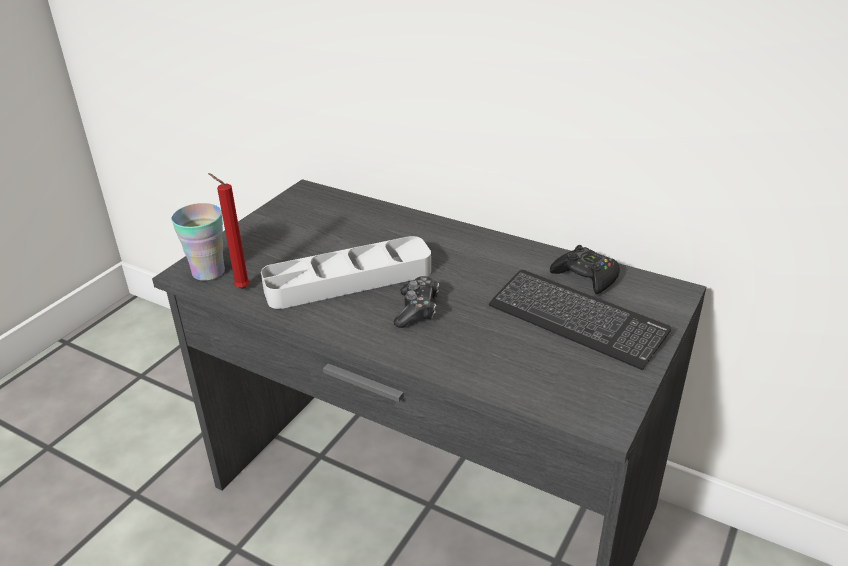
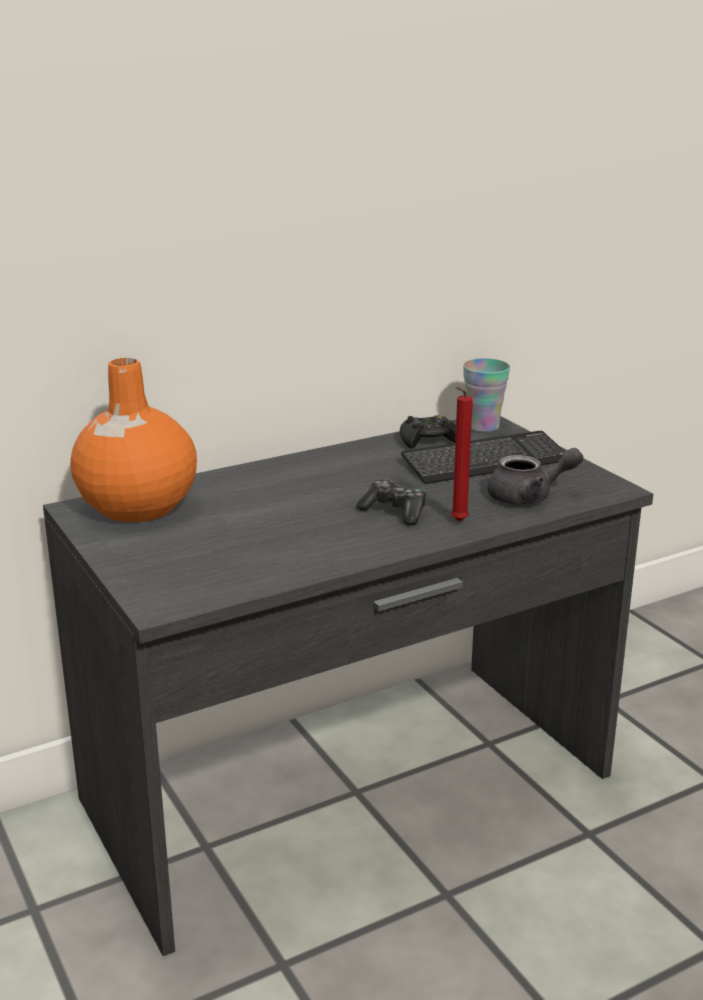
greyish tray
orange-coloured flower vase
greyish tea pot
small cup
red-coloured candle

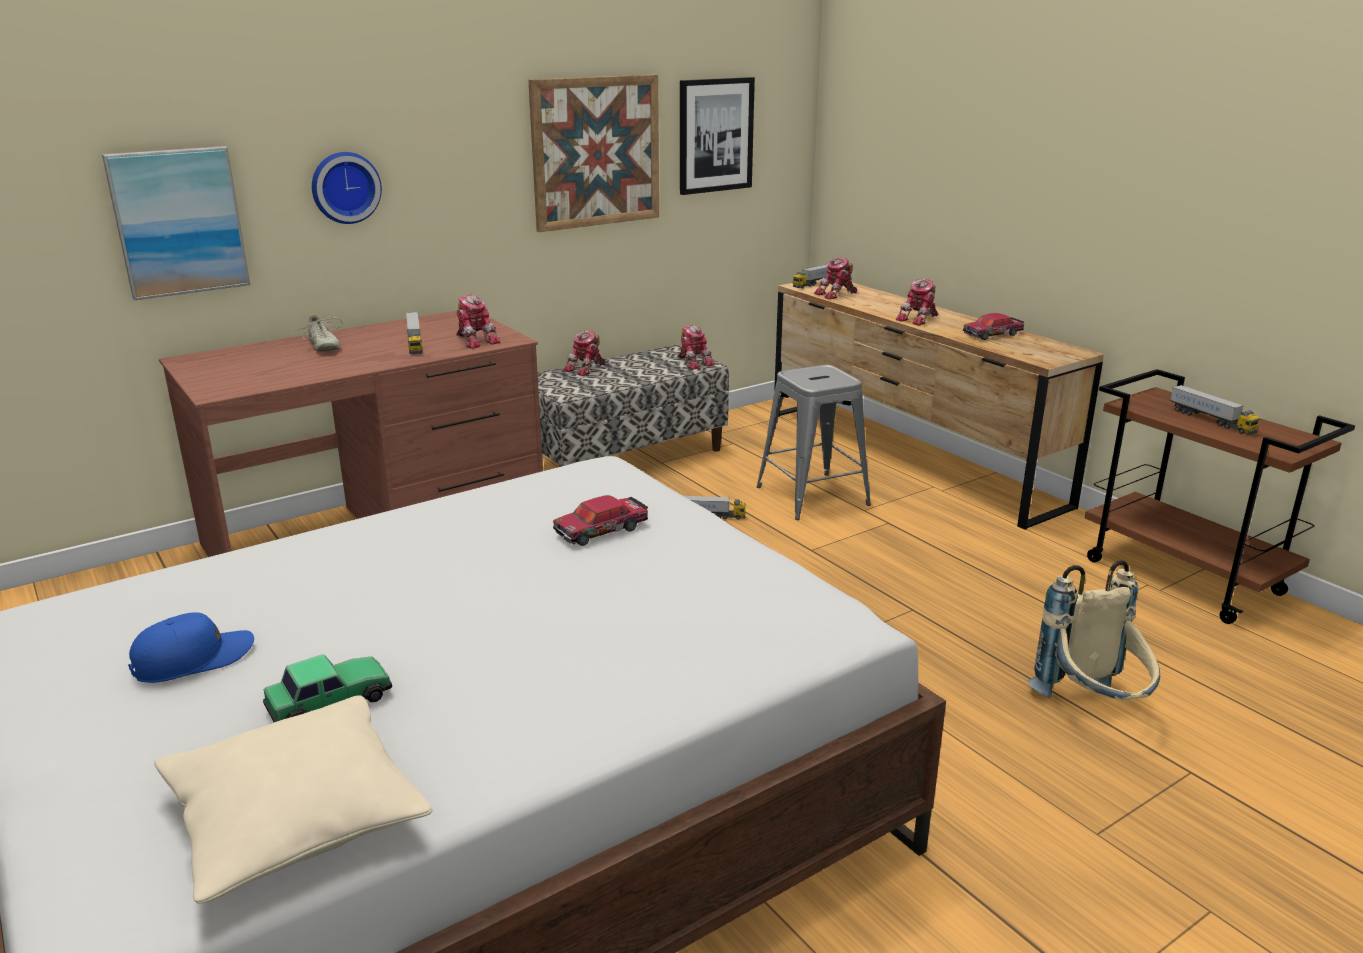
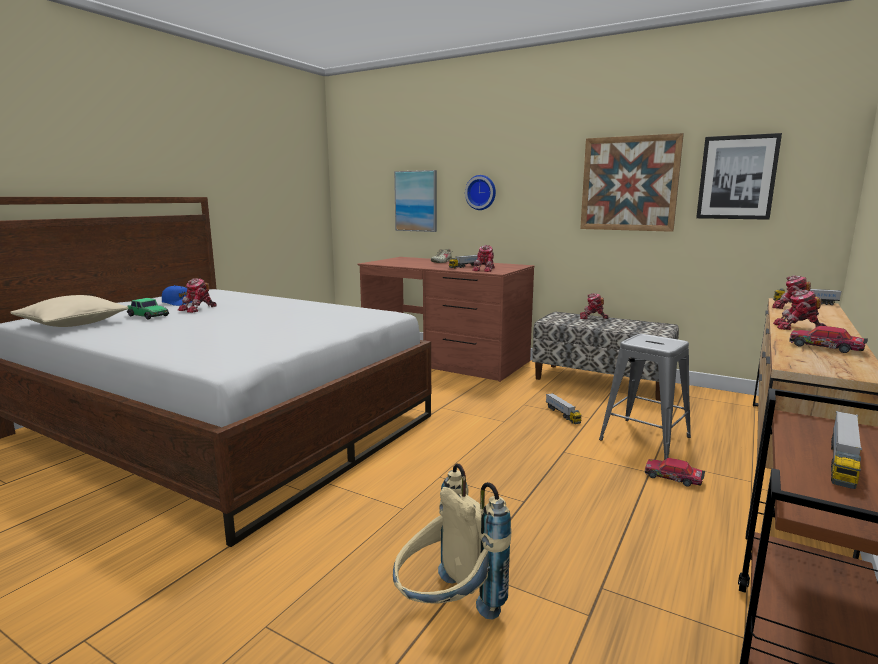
toy car (2nd from left)
robot figure (1st from left)

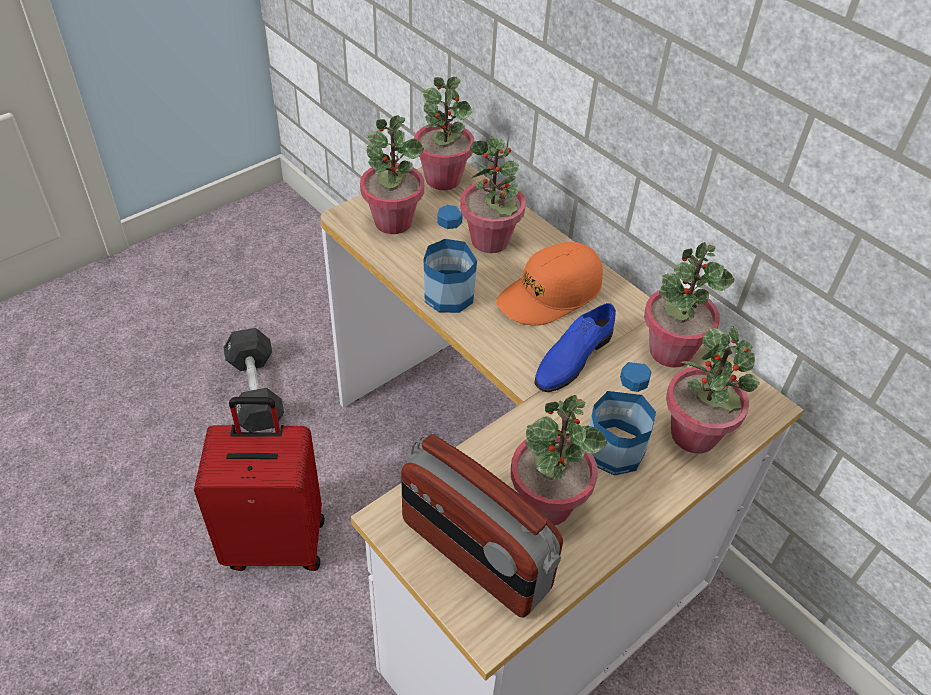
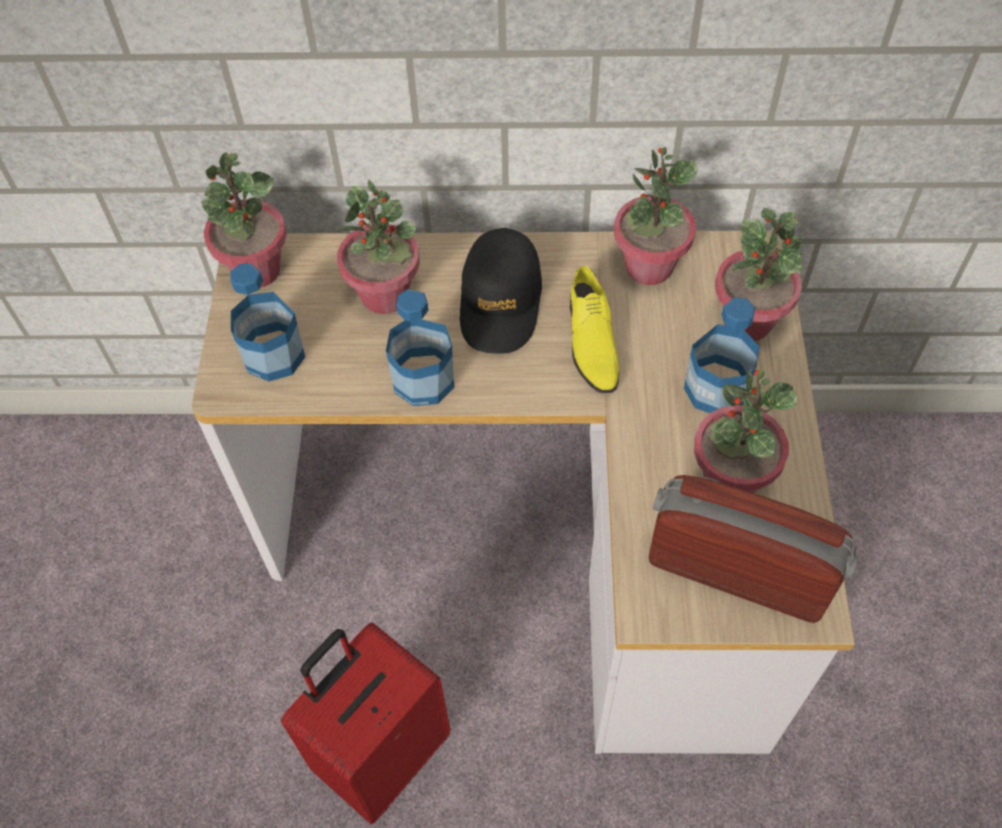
blackish hand weight
bottle (1st from left)
blackish peaked cap
yellow-coloured low shoe
radio set

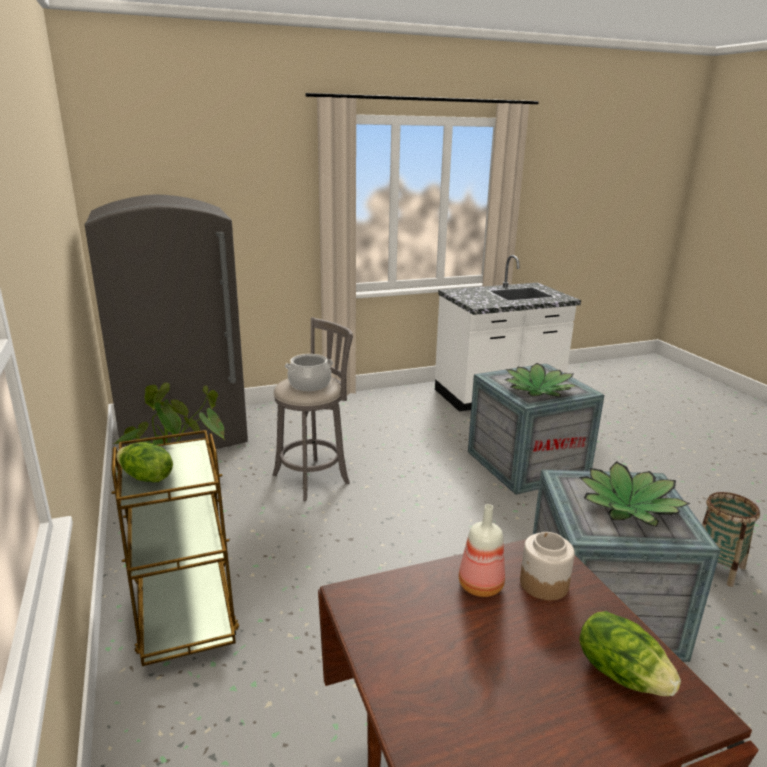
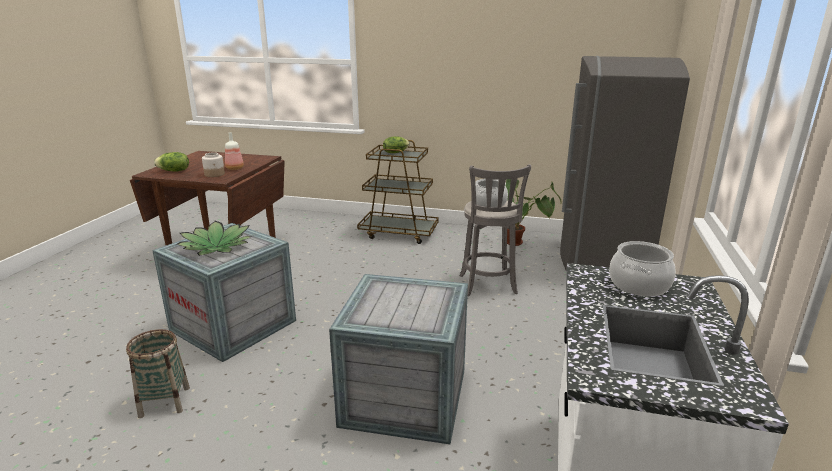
plant in a pot (2nd from left in the first image)
cooking pot (2nd from left)

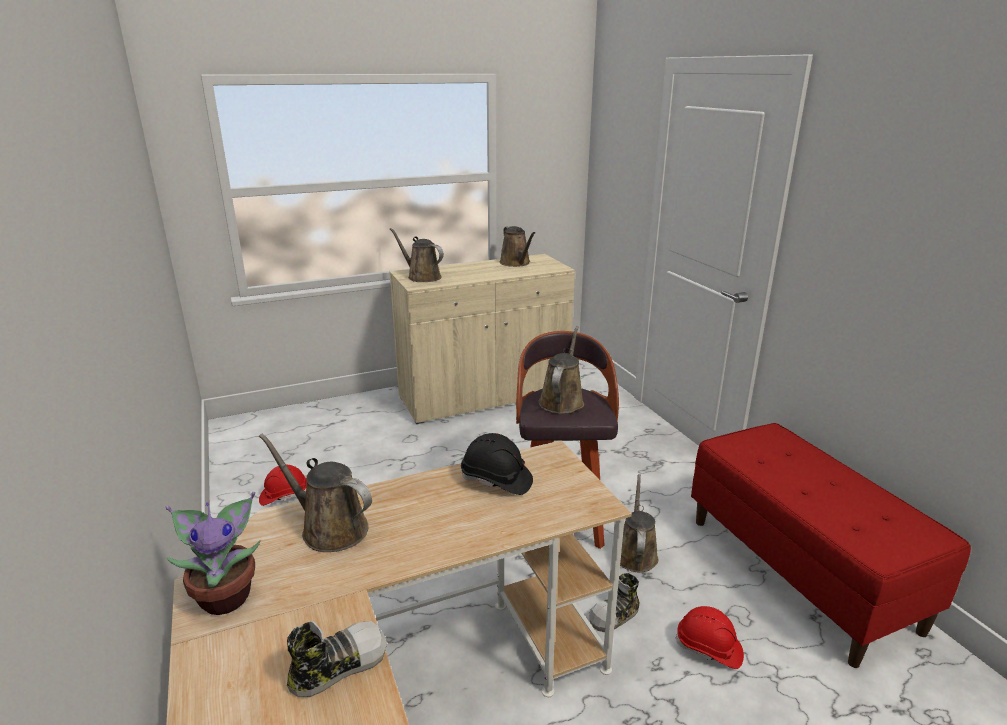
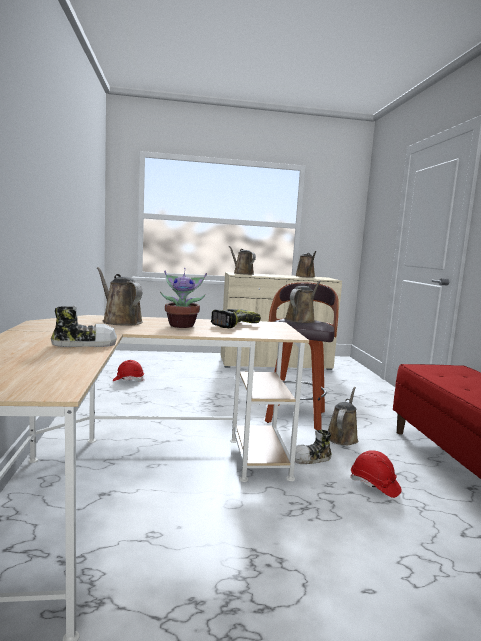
plant in a pot
power drill

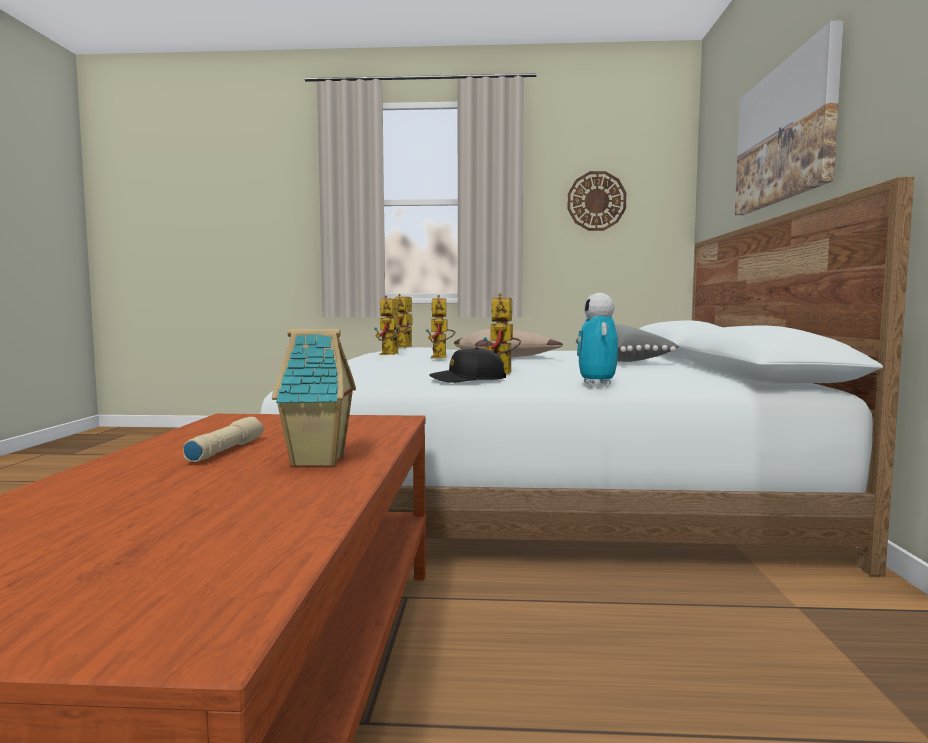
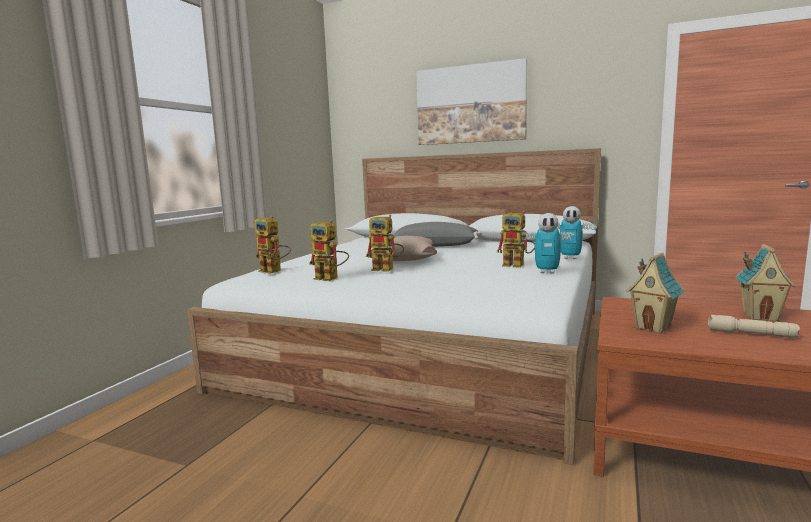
wall clock
miniature house (1st from left)
robot figure (5th from left)

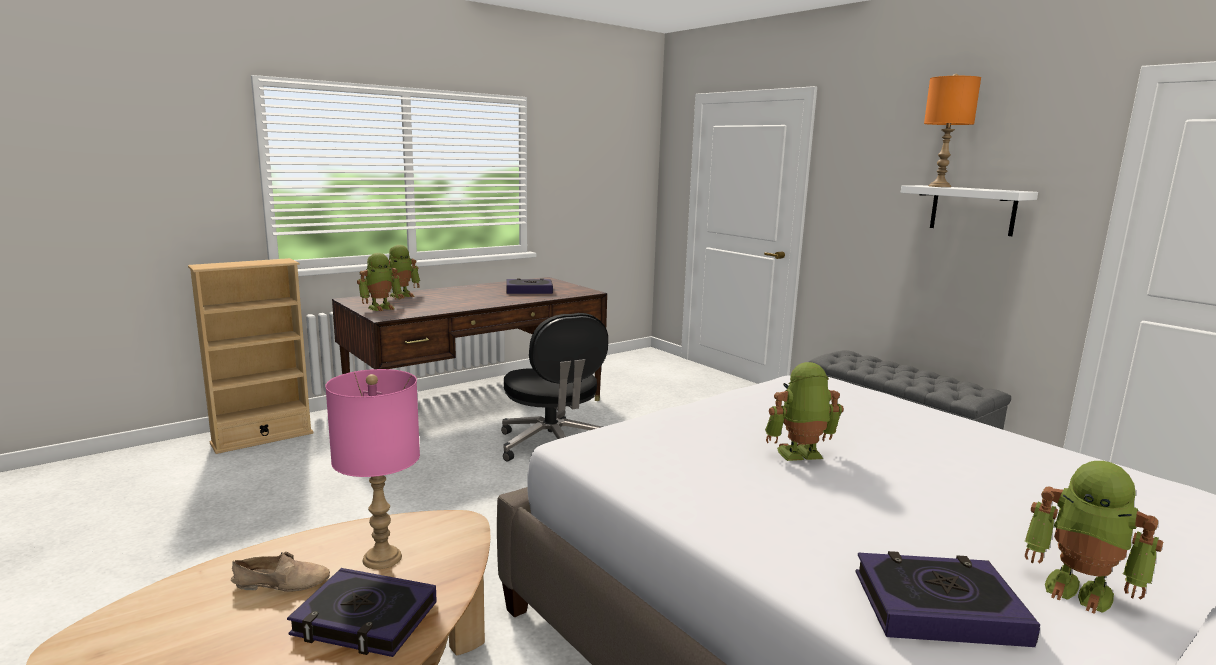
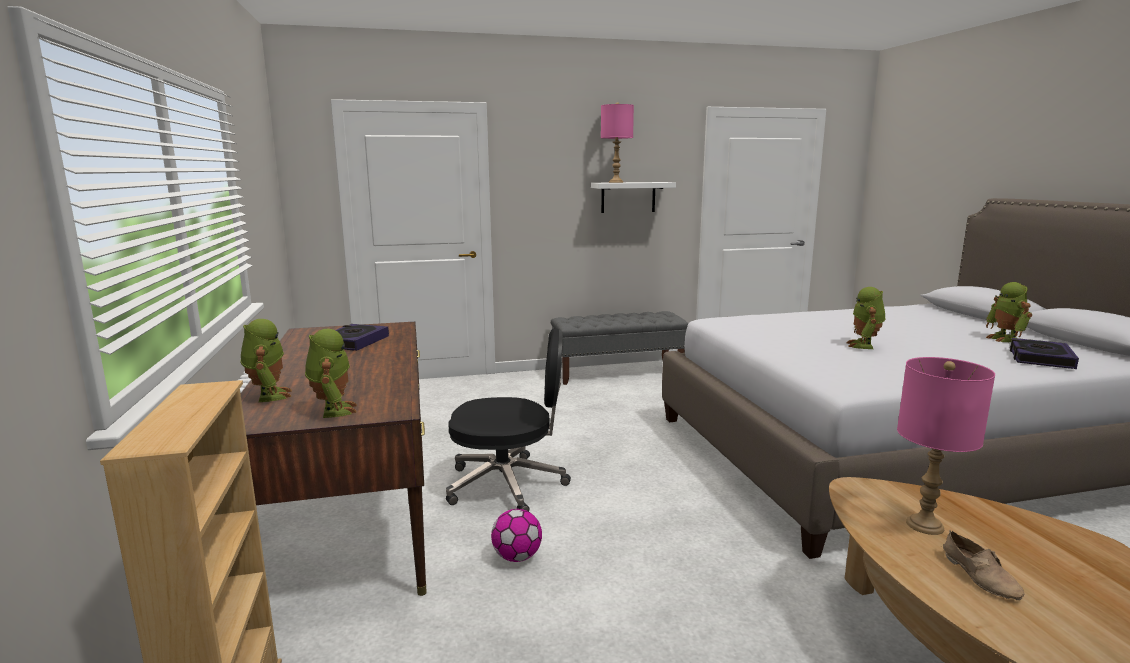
volume (1st from left in the first image)
football
pinkish table lamp (1st from left)
beige low shoe
robot figure (4th from left)

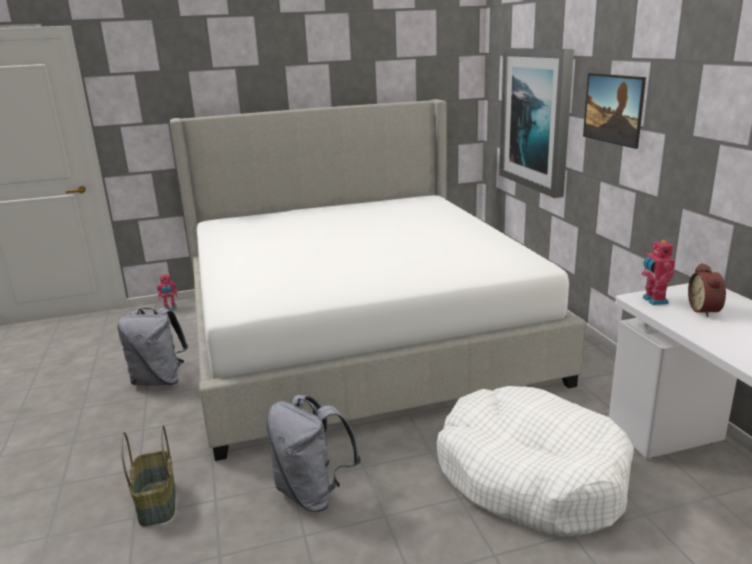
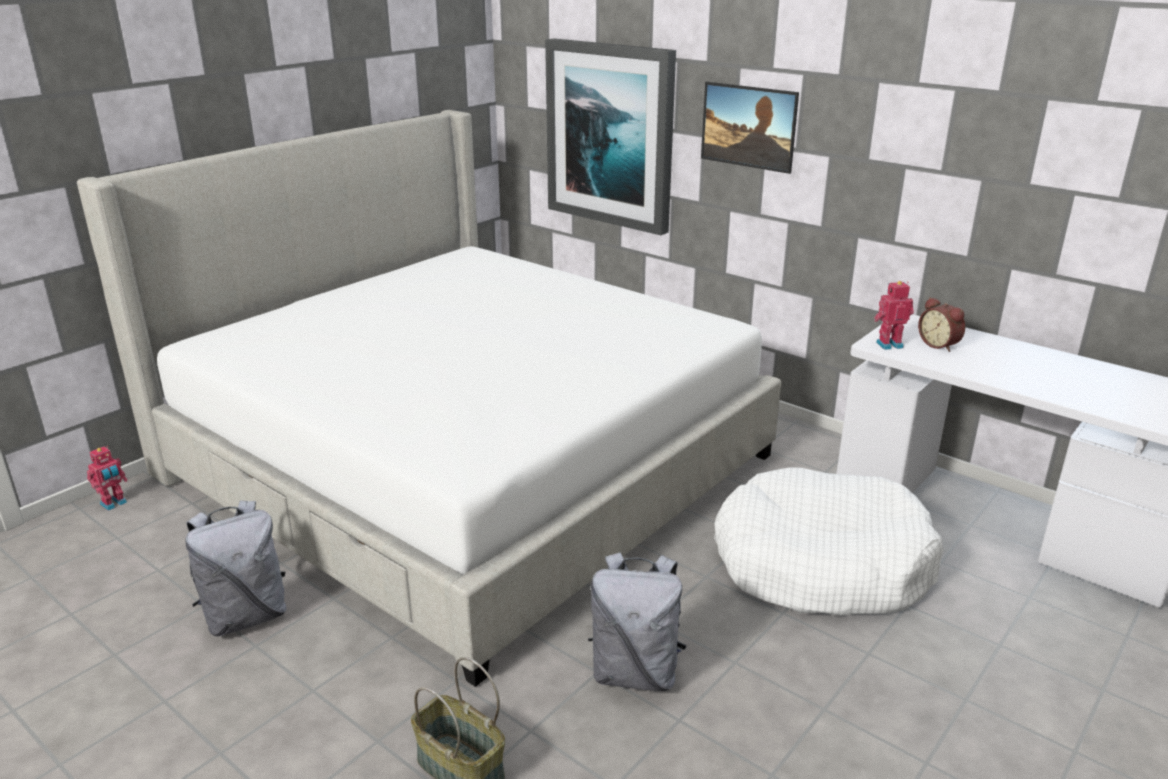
robot figure (2nd from left)

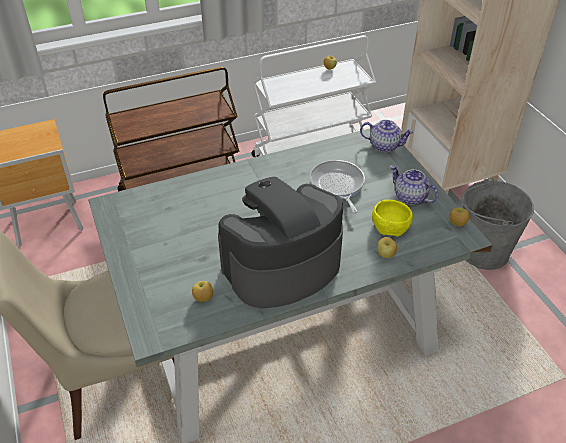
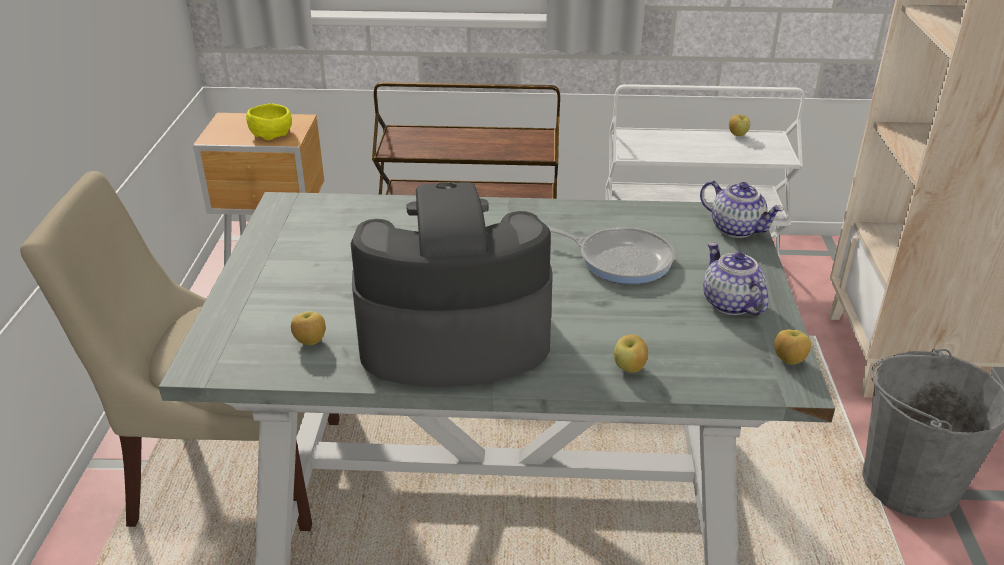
yellow-coloured deep dish
frying pan

